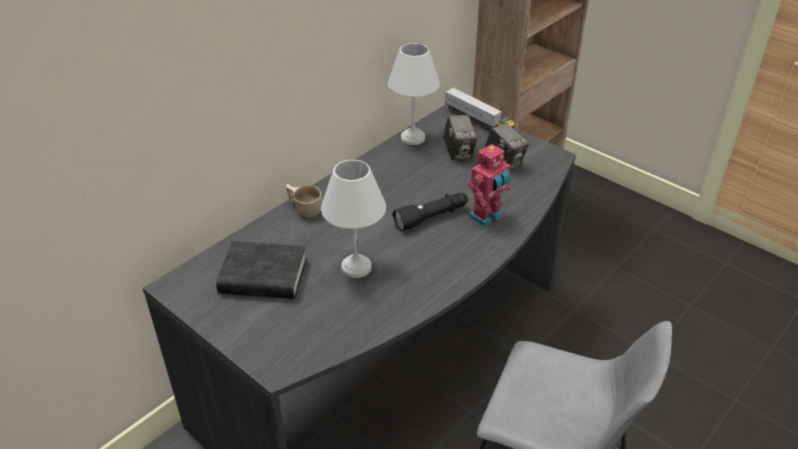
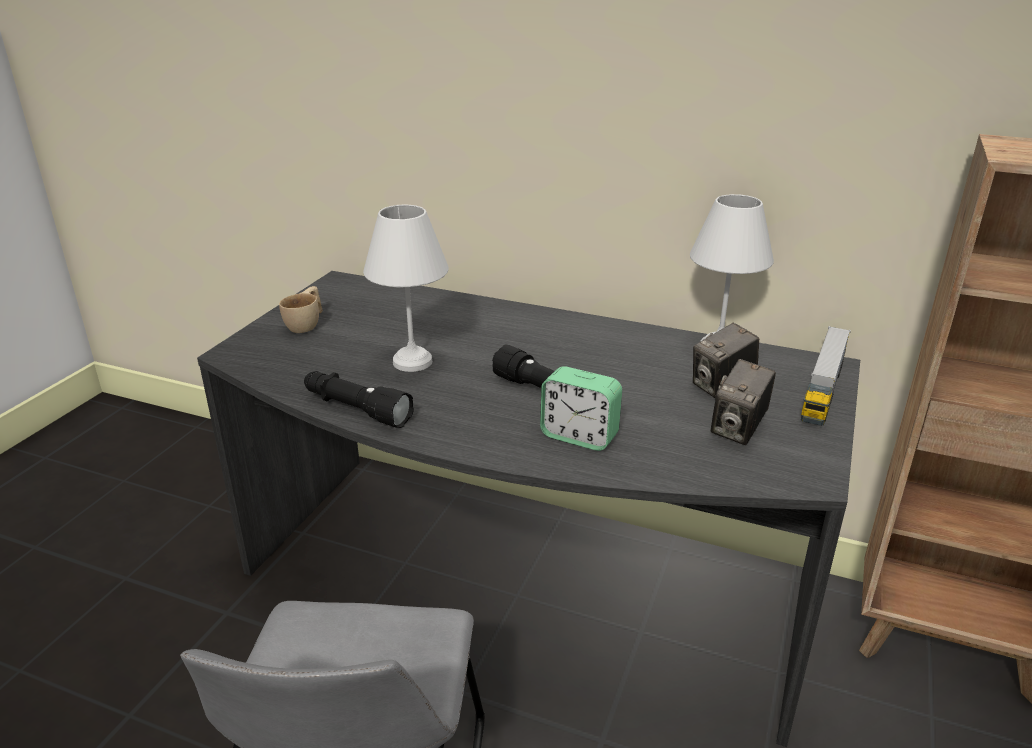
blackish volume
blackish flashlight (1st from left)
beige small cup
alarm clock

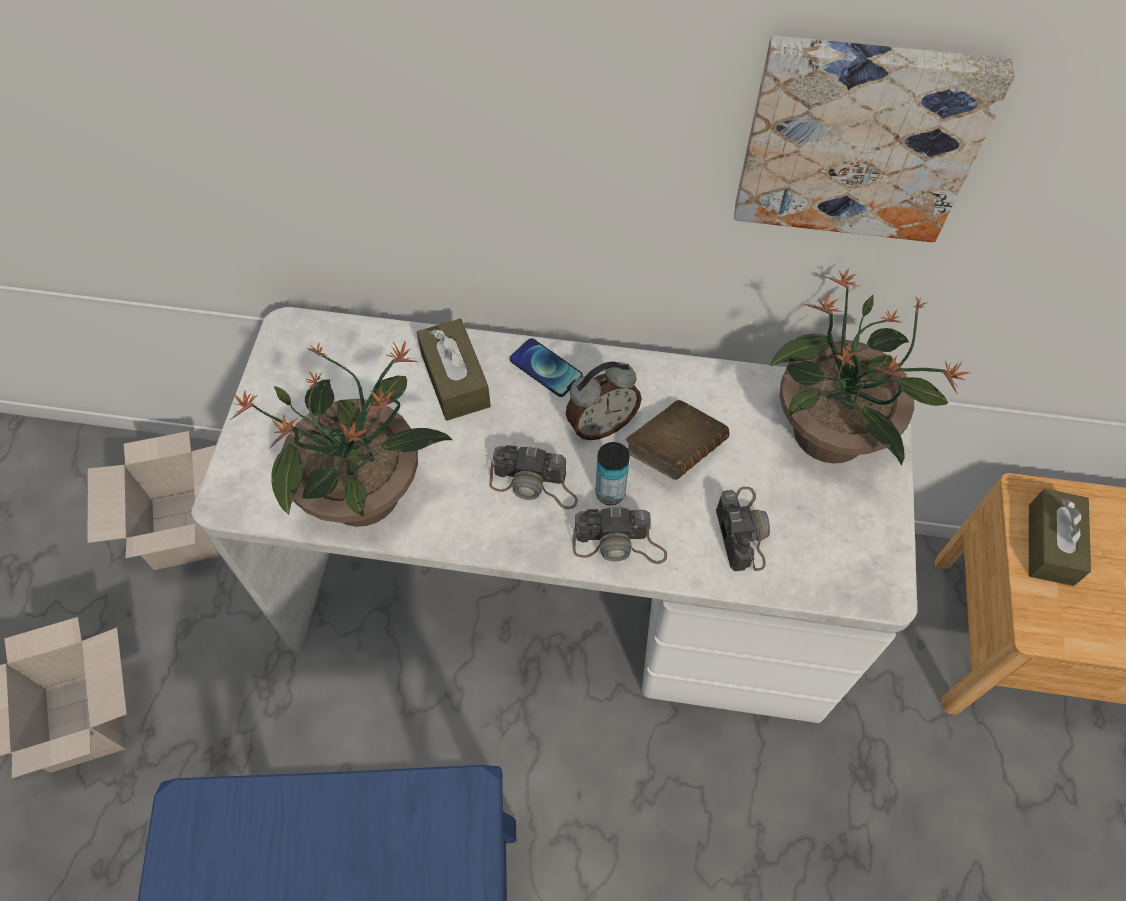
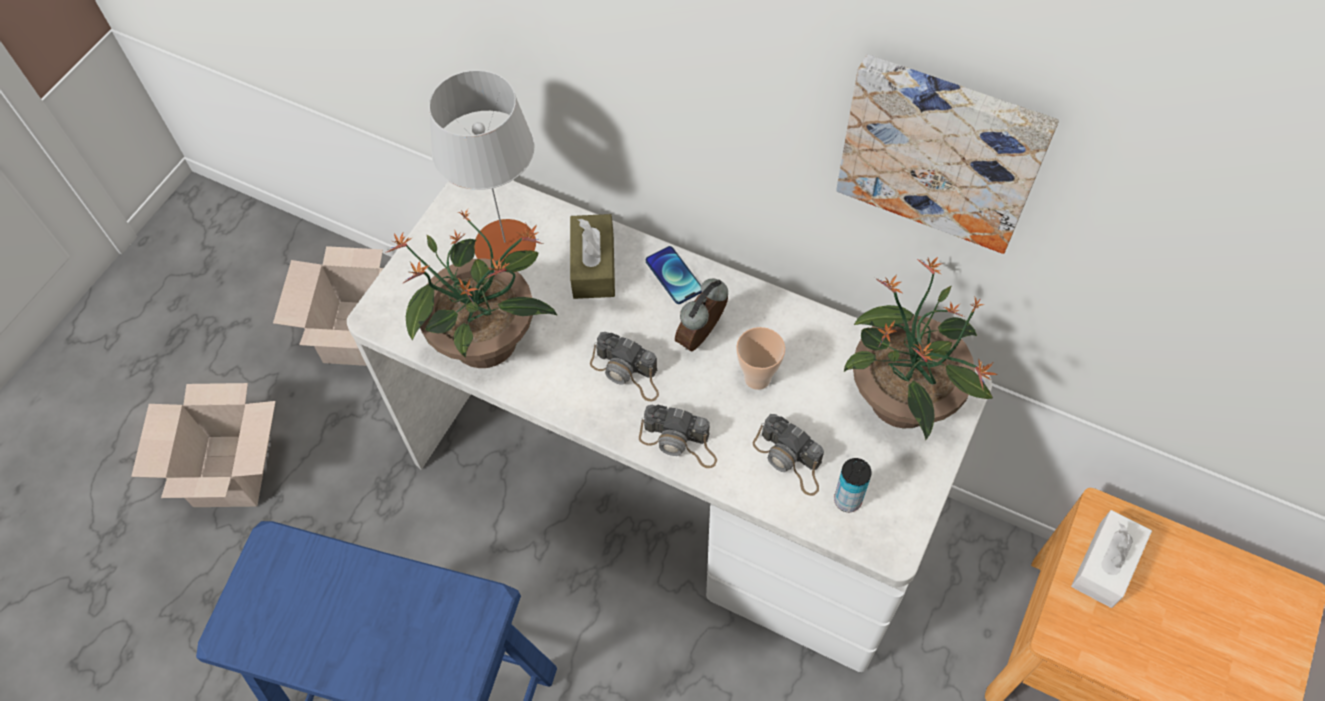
greyish table lamp
sealed can
small cup
white-coloured tissue holder
alarm clock
still camera (3rd from left)

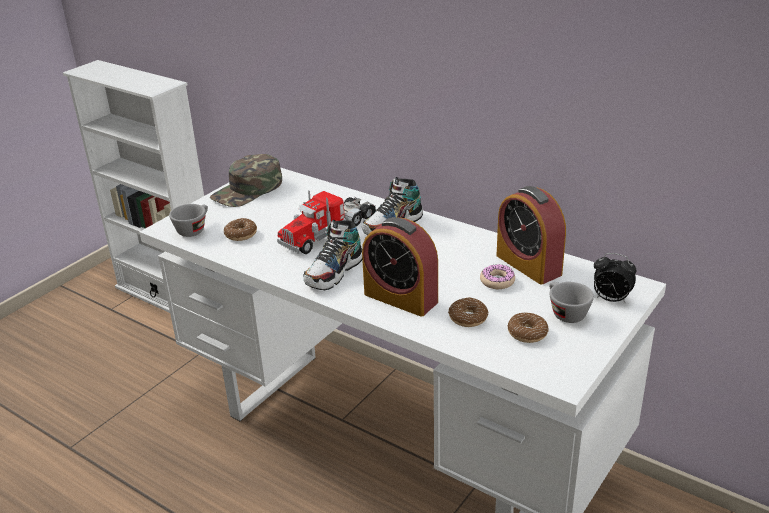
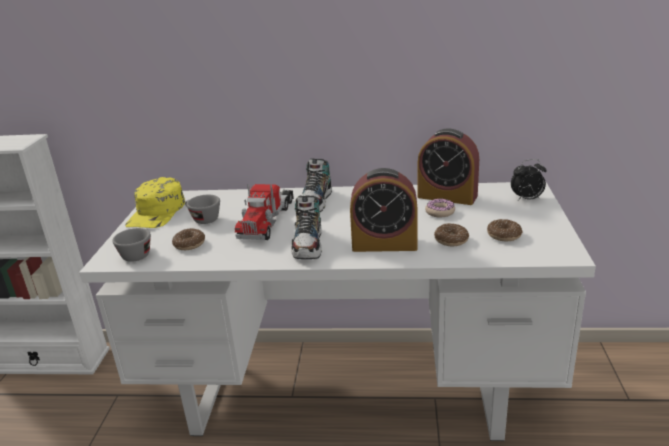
greyish small cup (2nd from left)
yellow-coloured peaked cap

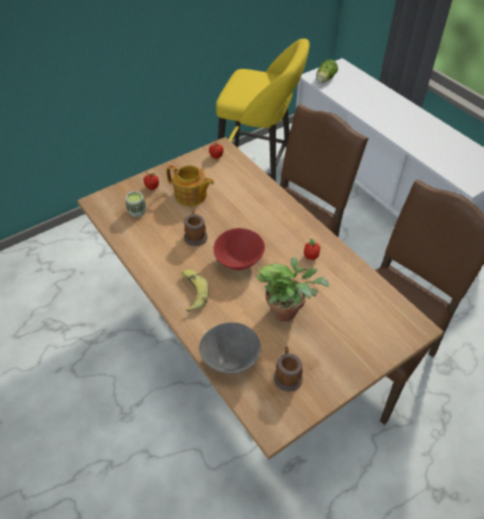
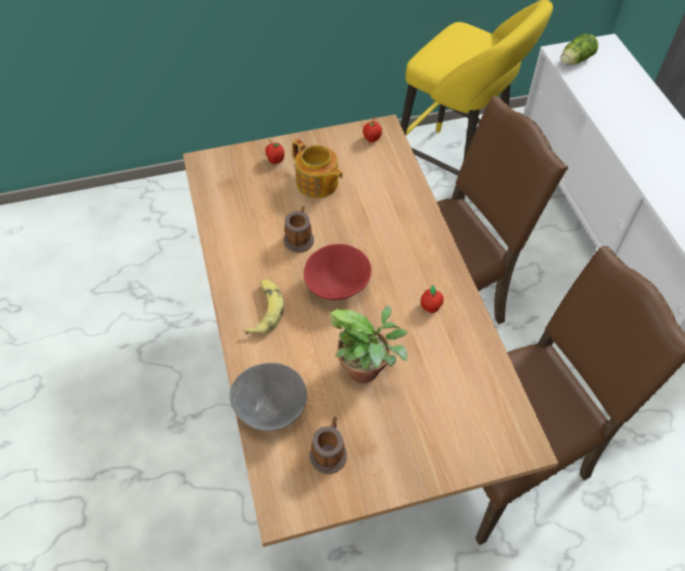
small cup

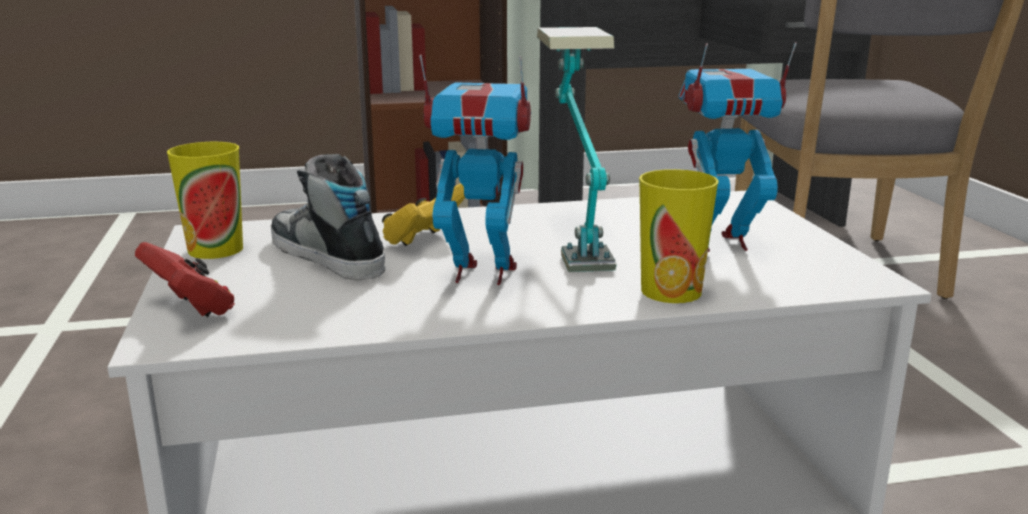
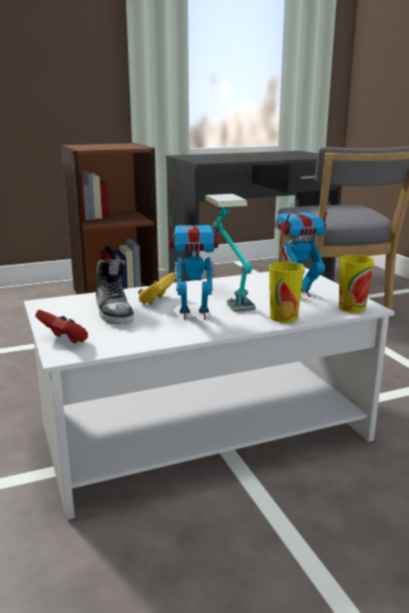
small cup (2nd from left)
low shoe

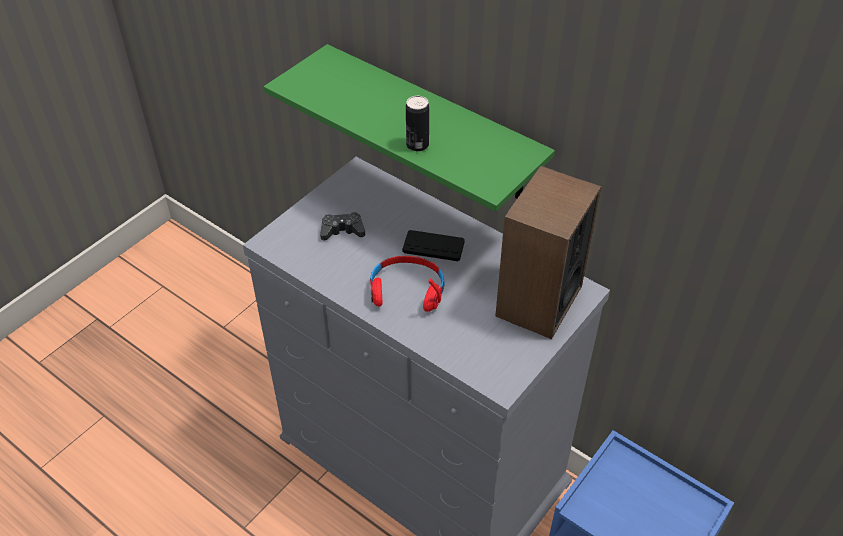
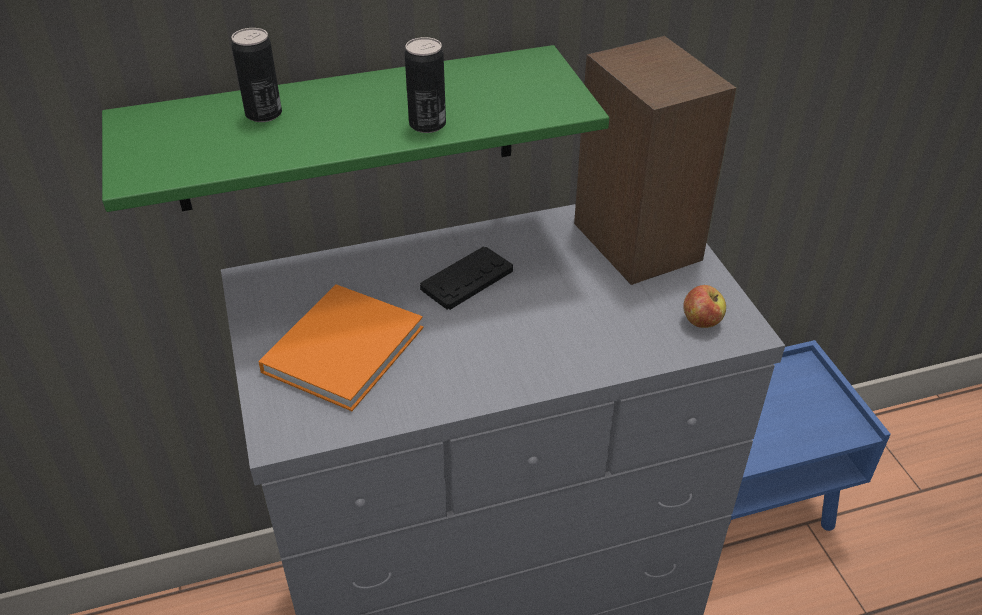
red-coloured pair of headphones
sealed can (1st from left)
whole apple
orange-coloured volume

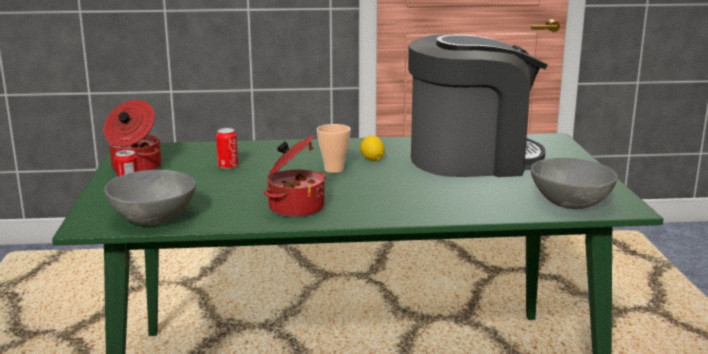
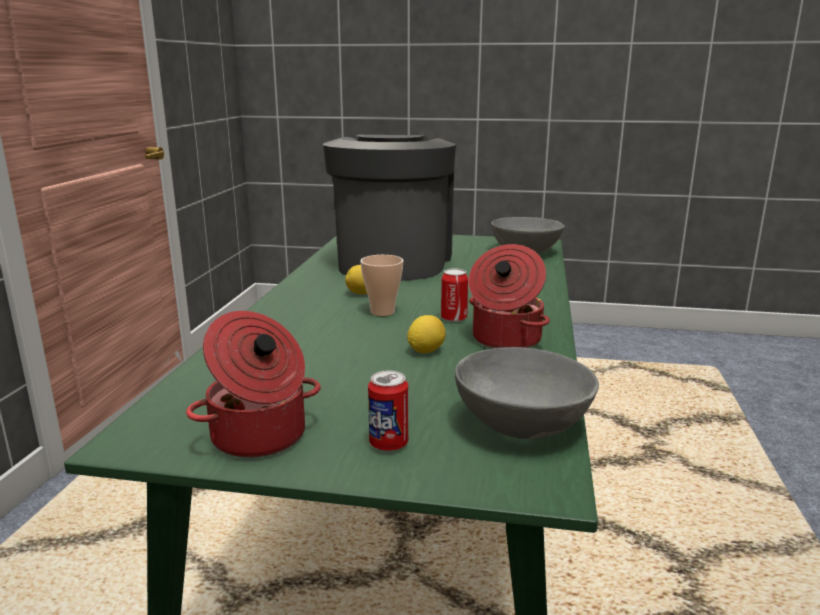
whole lemon (2nd from left)
sealed can (2nd from left)

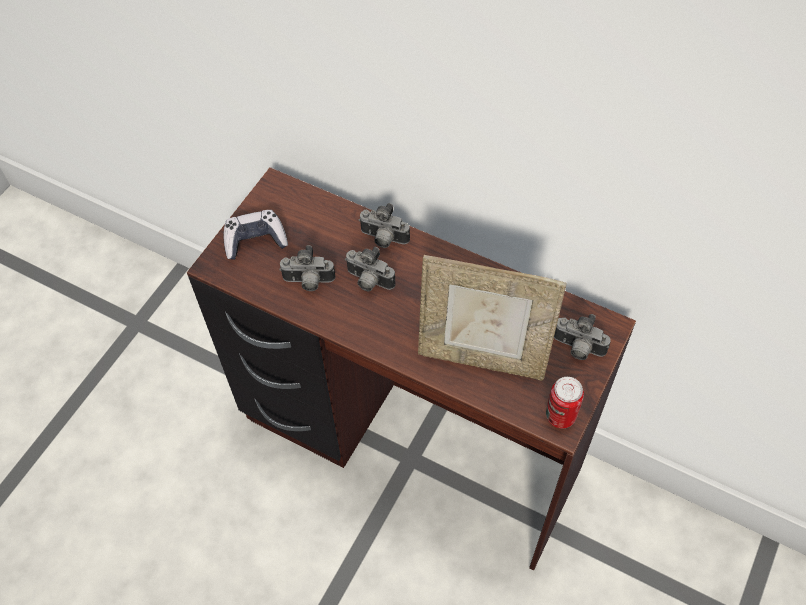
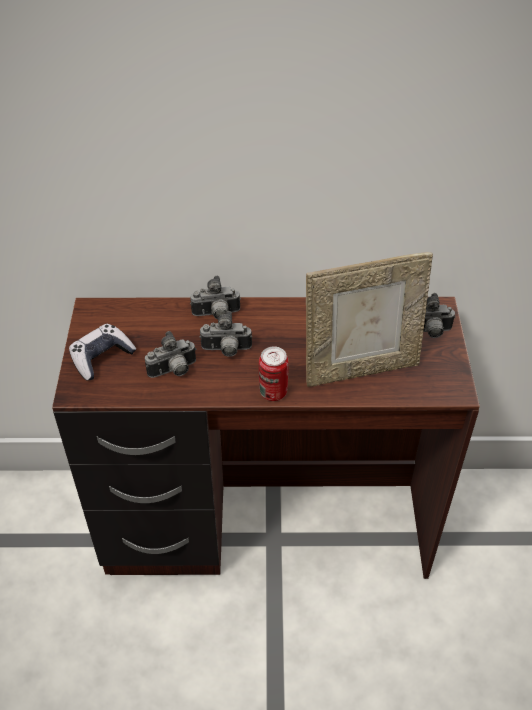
sealed can

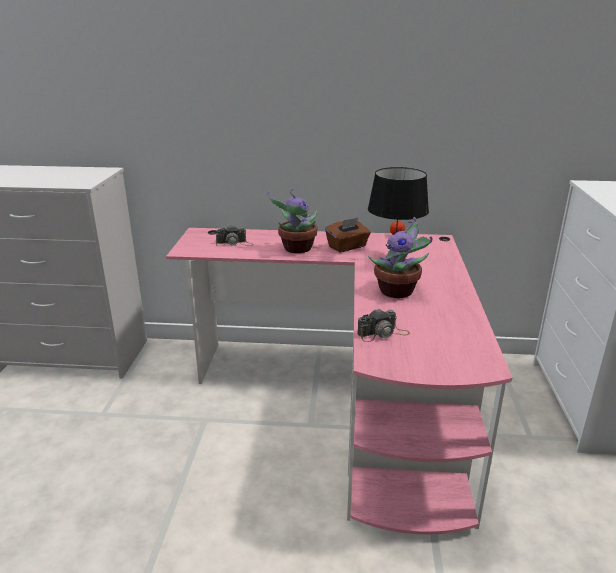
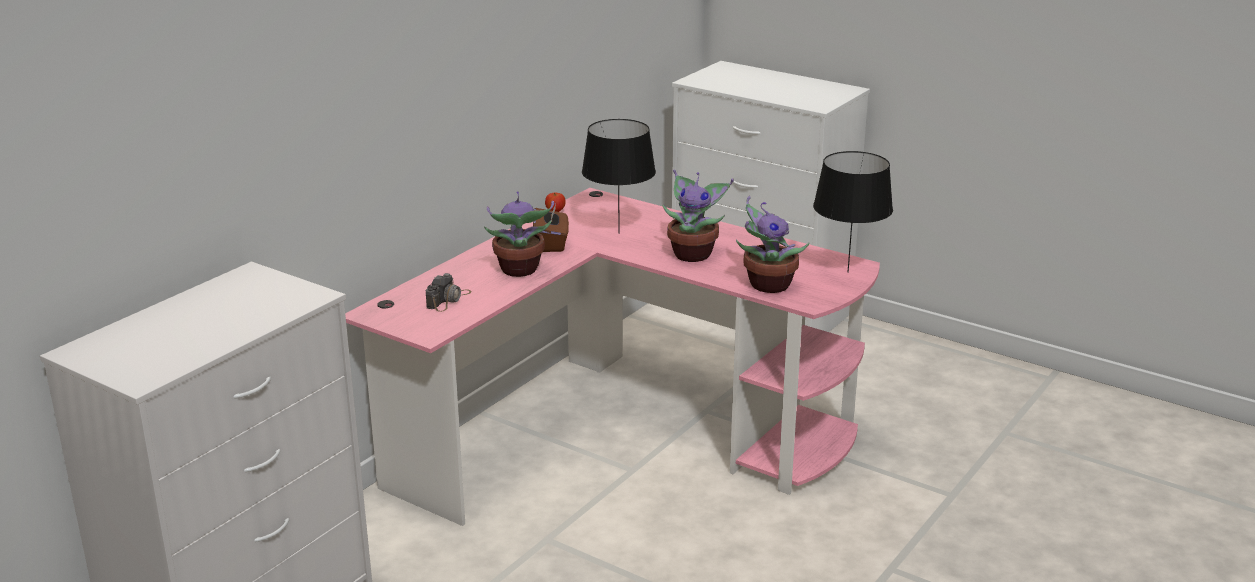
blackish table lamp (2nd from left)
plant in a pot (3rd from left)

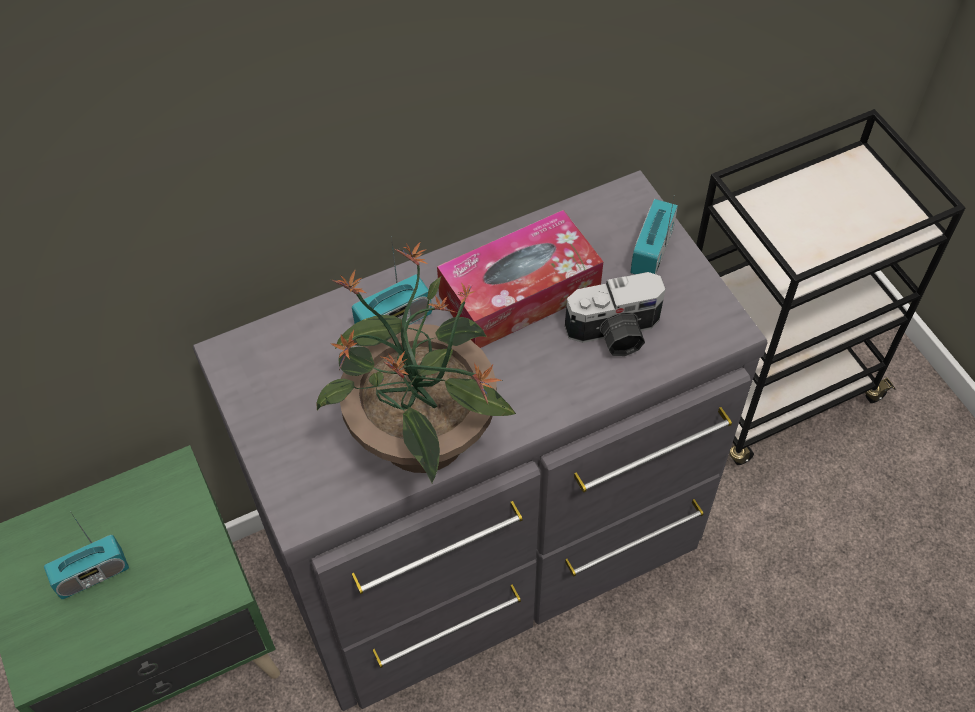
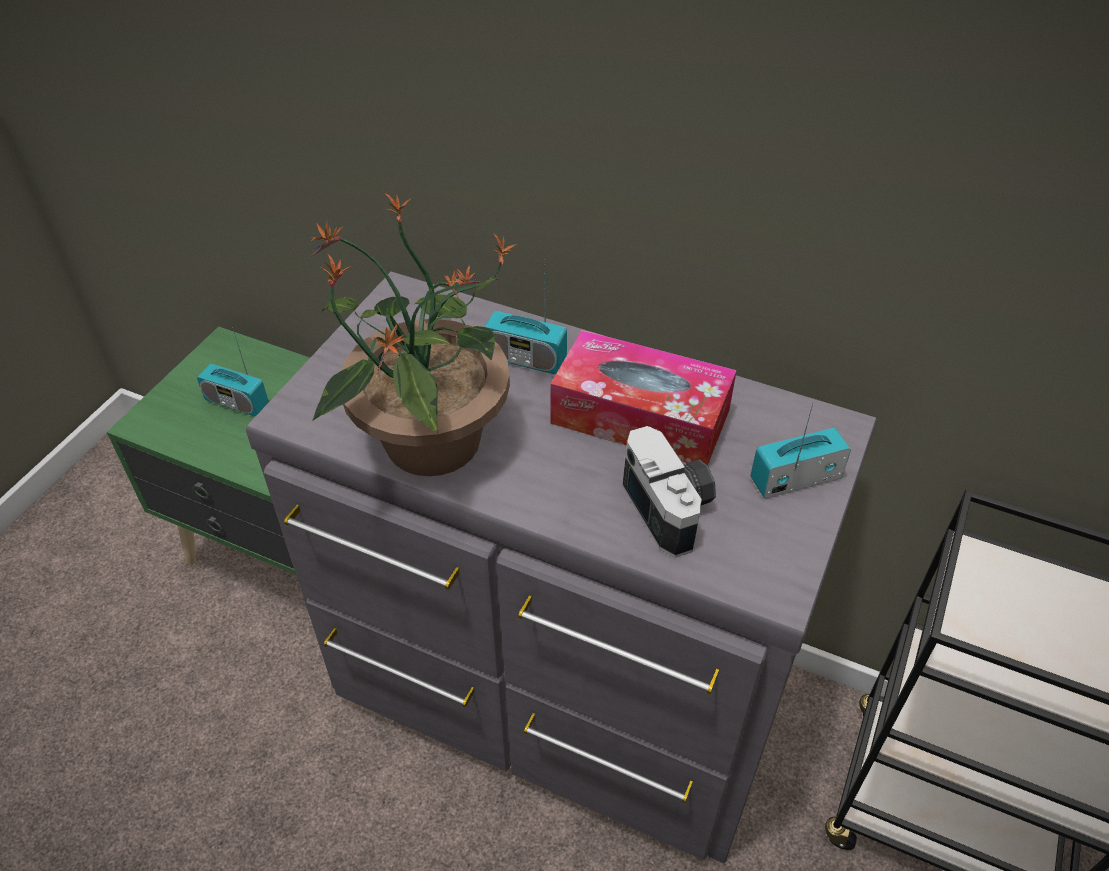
still camera

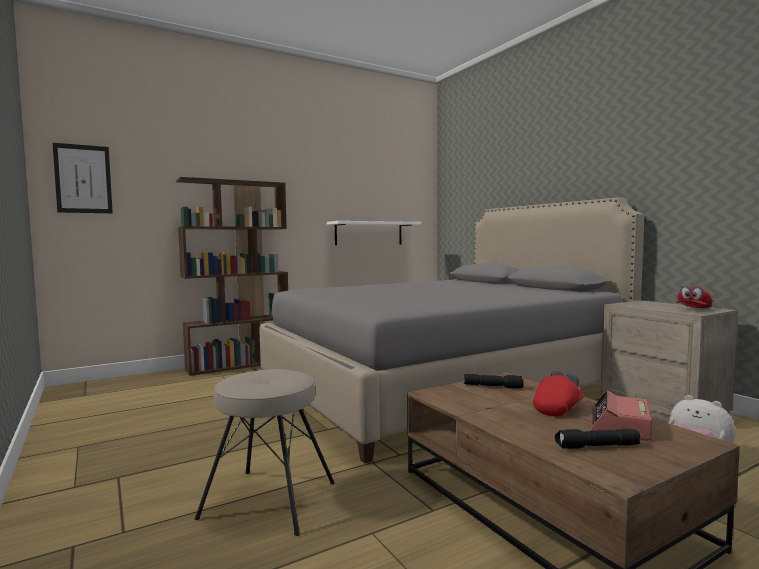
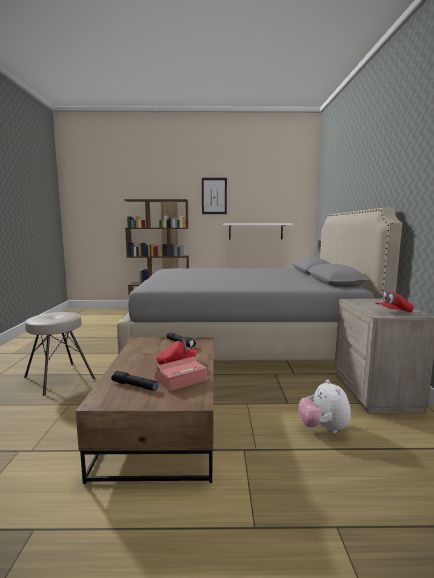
picture

